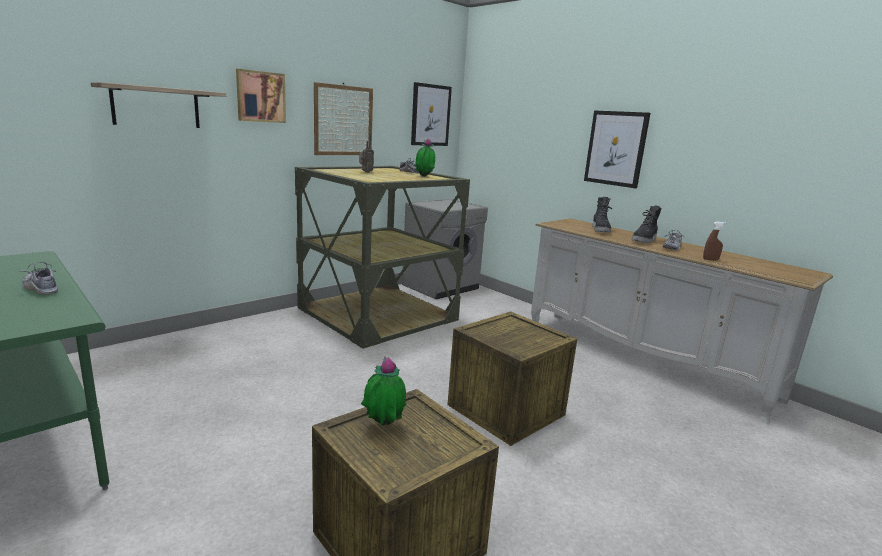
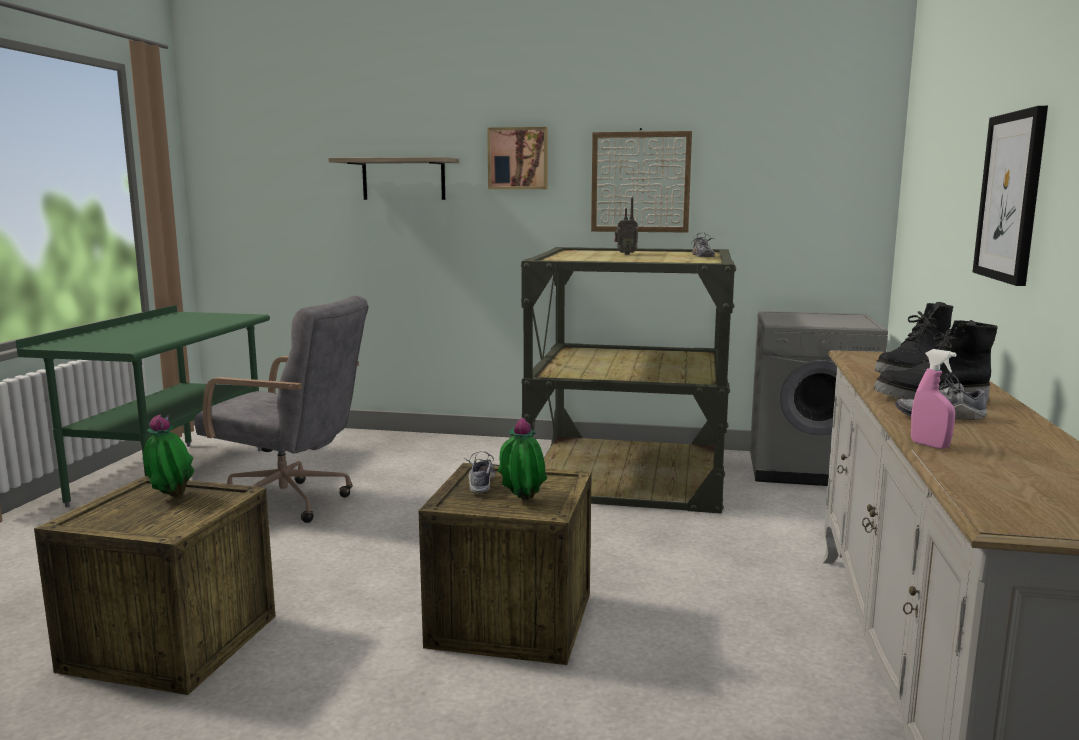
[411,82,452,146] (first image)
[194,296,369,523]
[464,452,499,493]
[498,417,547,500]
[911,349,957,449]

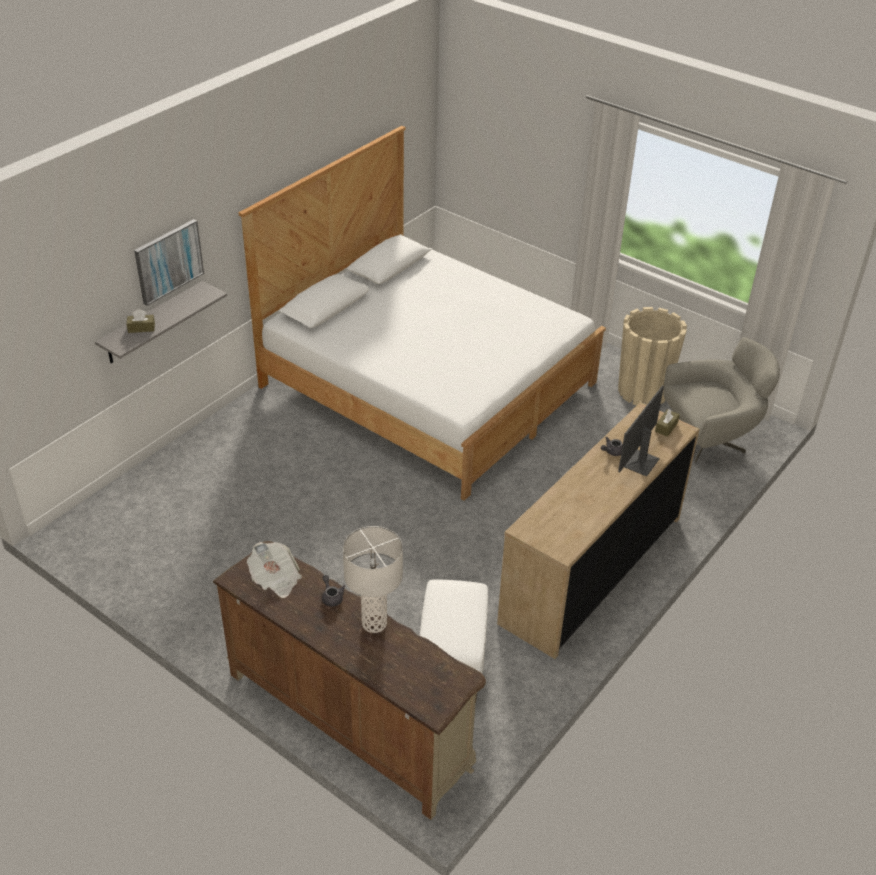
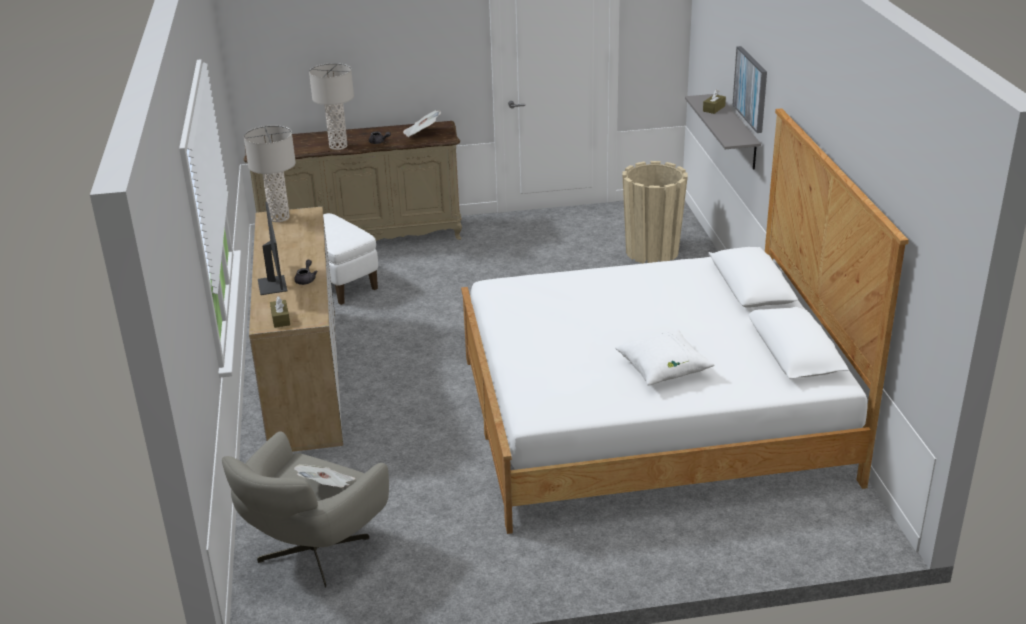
[244,125,296,222]
[294,464,355,488]
[615,330,714,386]
[622,161,688,264]

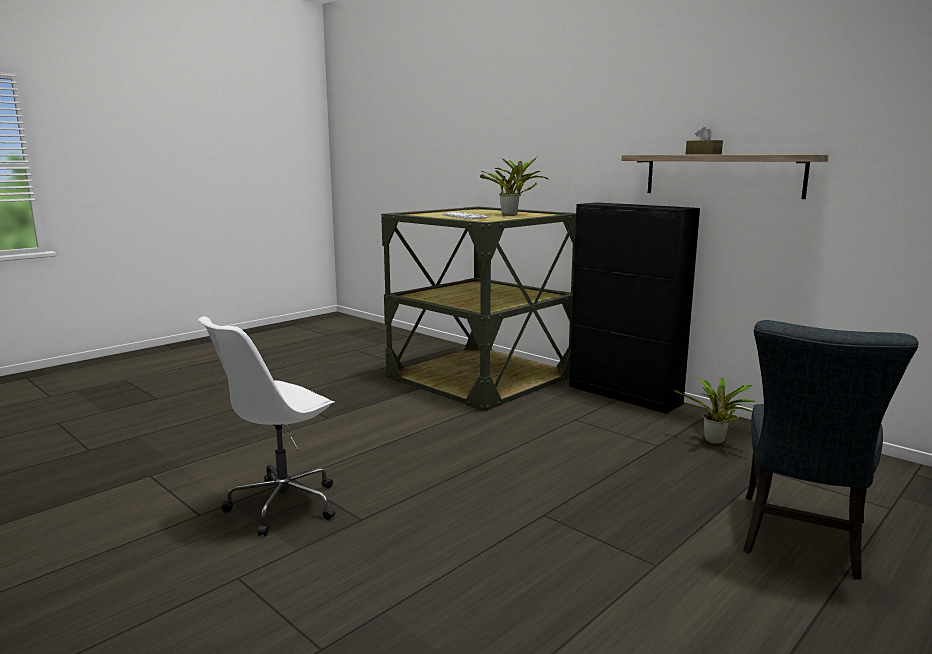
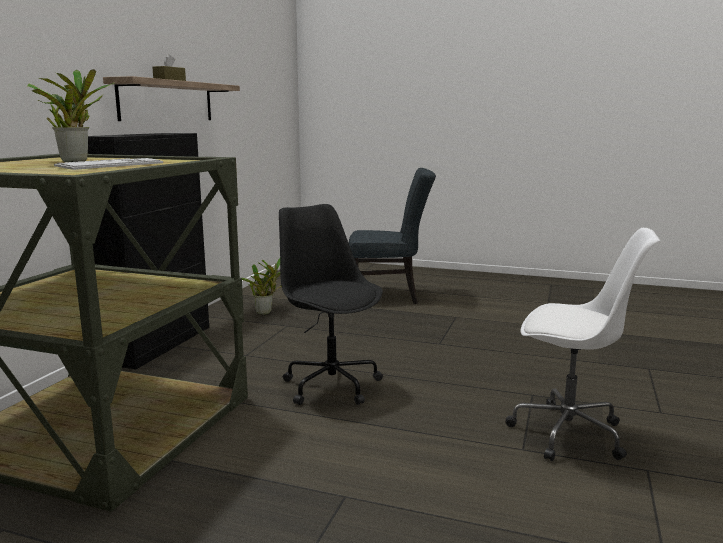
[279,204,383,405]

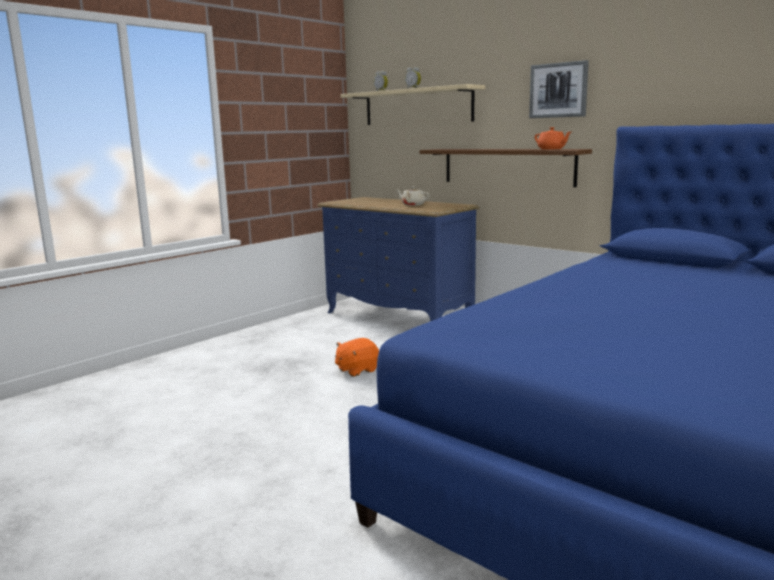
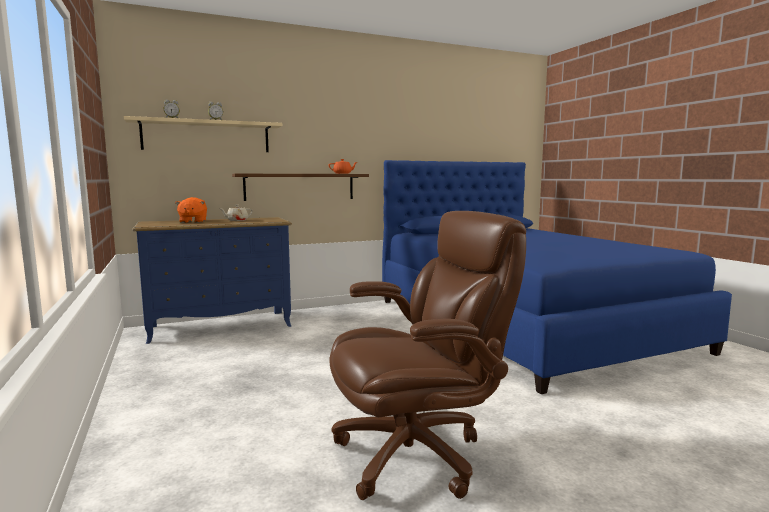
[529,60,589,118] (first image)
[329,211,526,500]
[175,197,207,223]

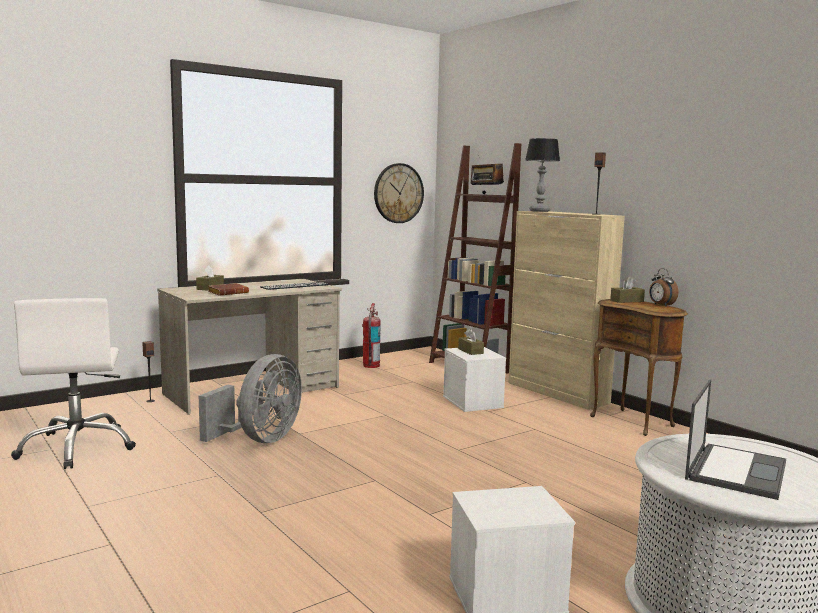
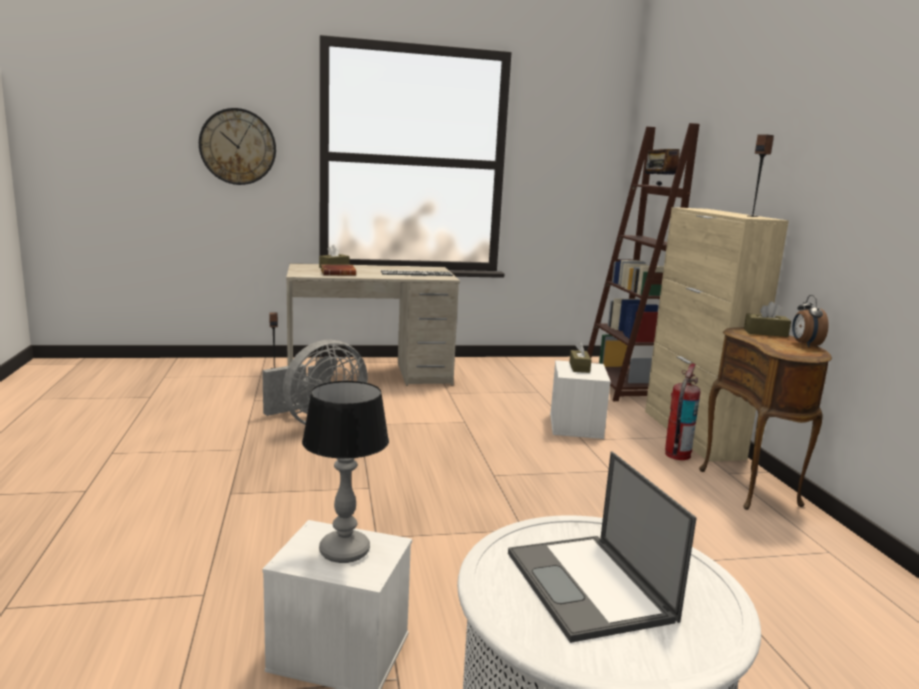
[11,298,136,469] (first image)
[665,363,701,460]
[199,108,276,185]
[302,381,389,563]
[508,452,697,643]

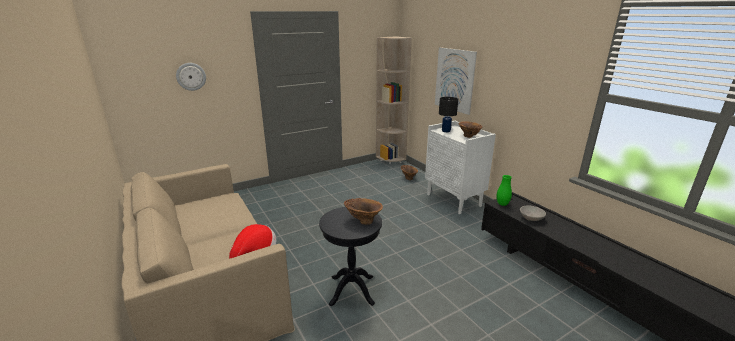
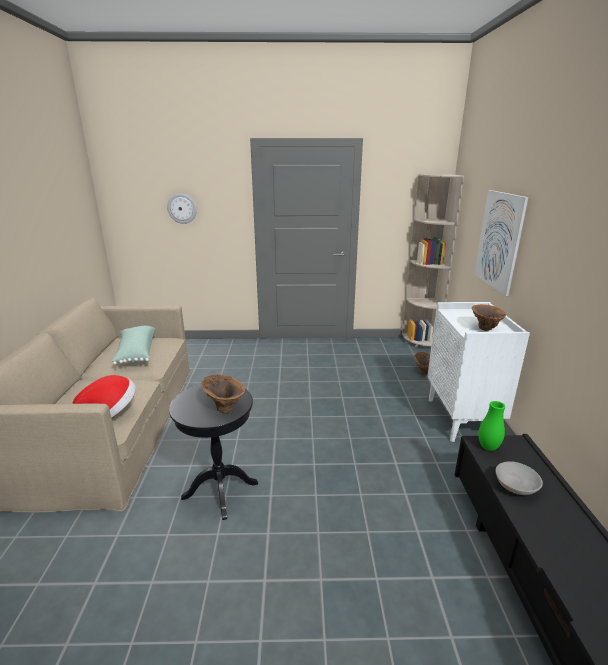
[439,97,458,132] (first image)
[111,326,156,365]

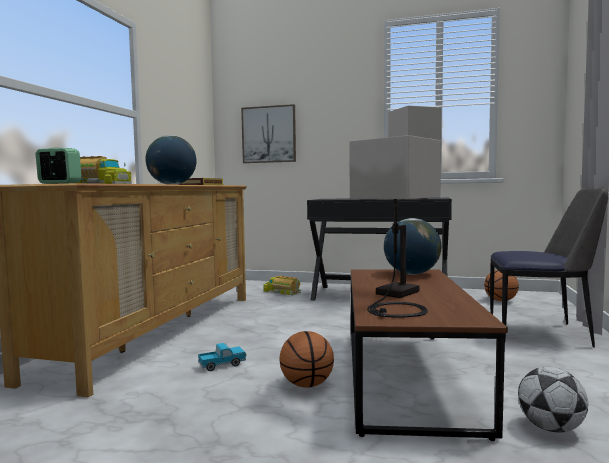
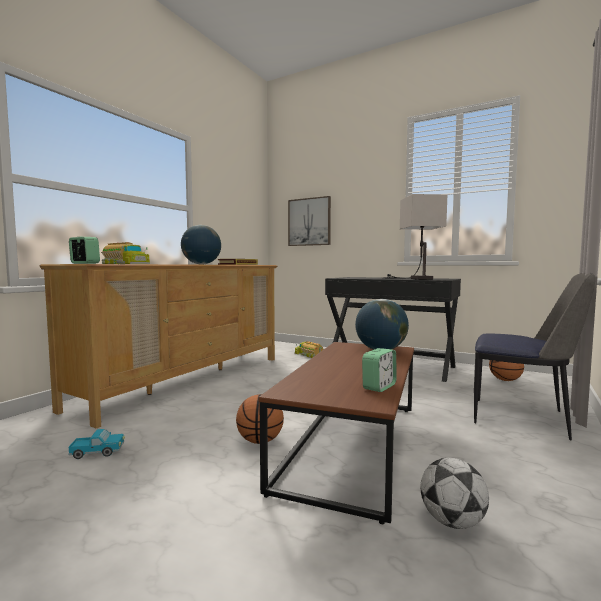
[349,135,441,318] (first image)
[362,348,397,392]
[68,429,125,459]

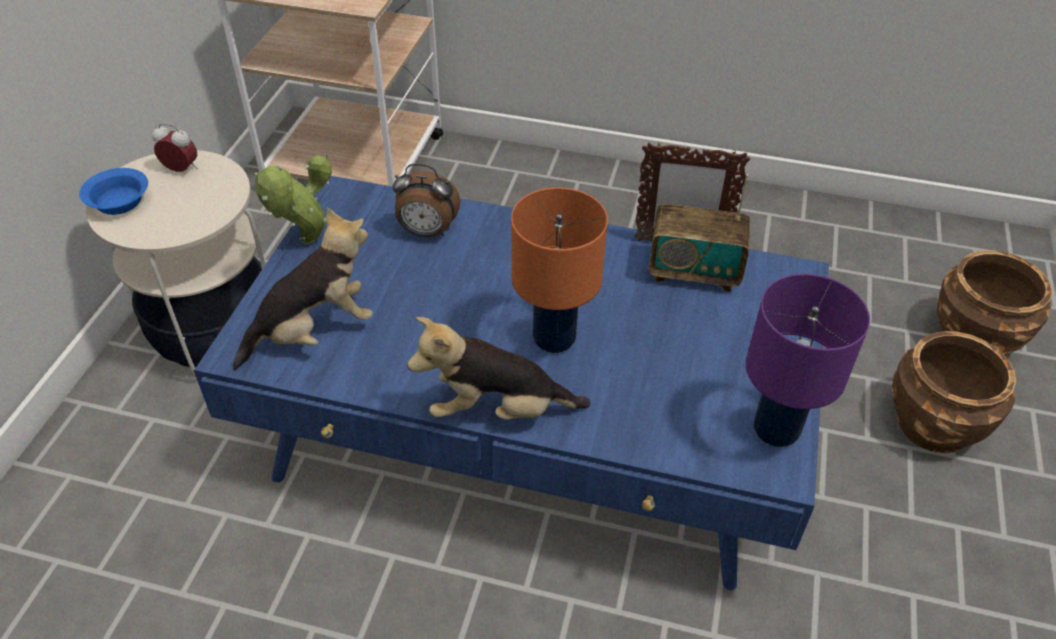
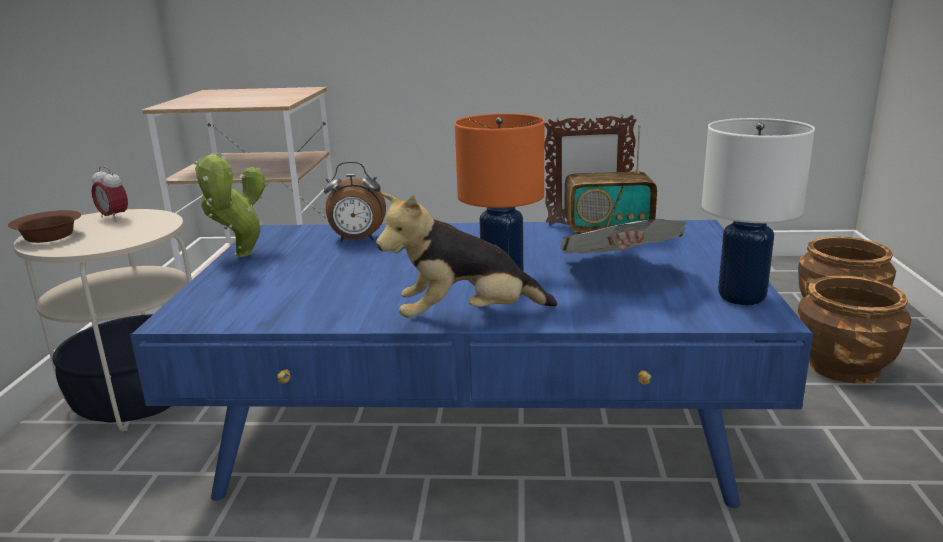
[233,207,373,370] (first image)
[560,219,687,253]
[8,210,81,243]
[701,118,815,305]
[91,166,128,221]

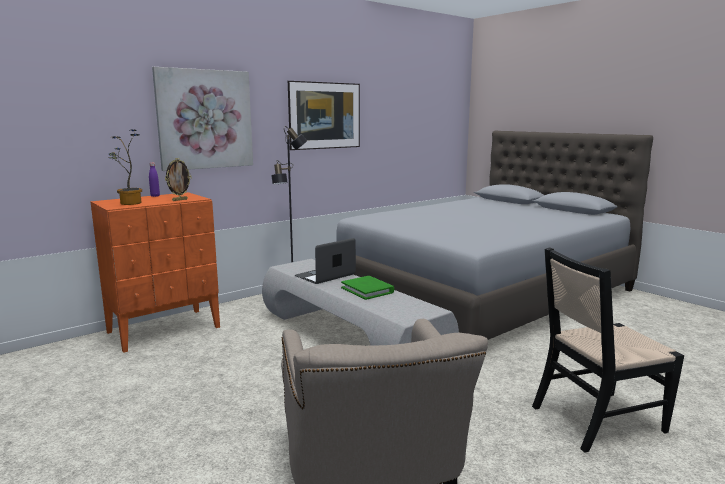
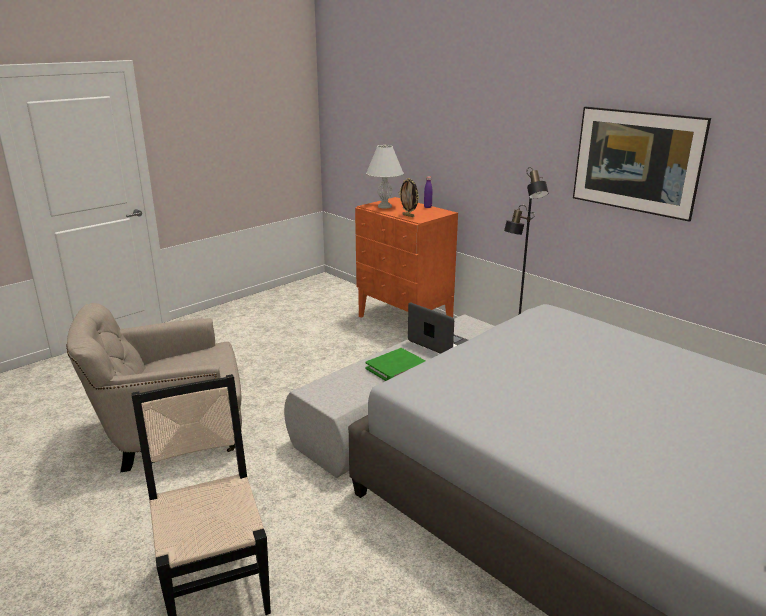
[152,67,253,171] (first image)
[366,145,404,209]

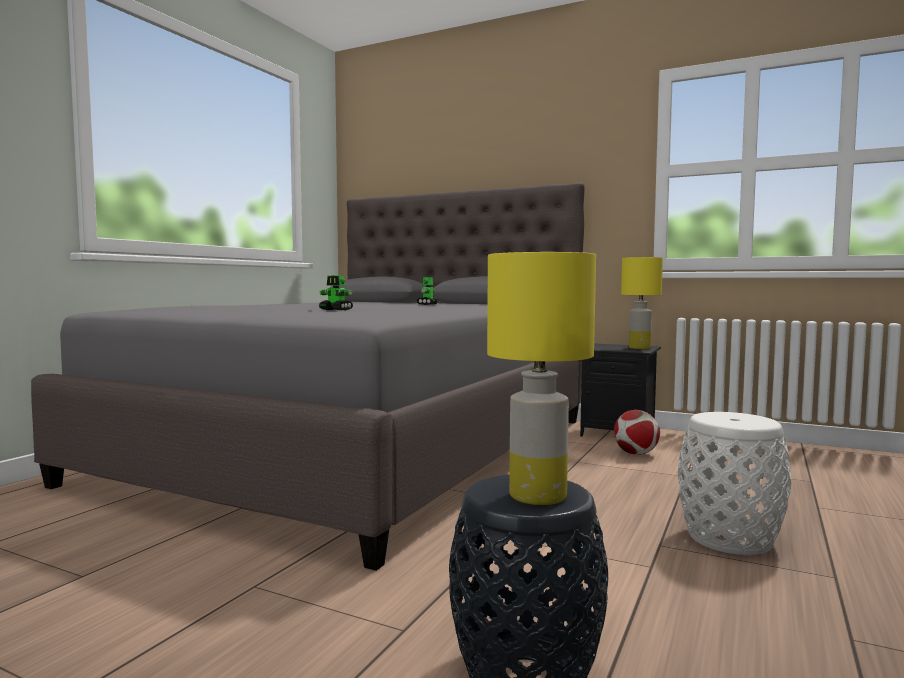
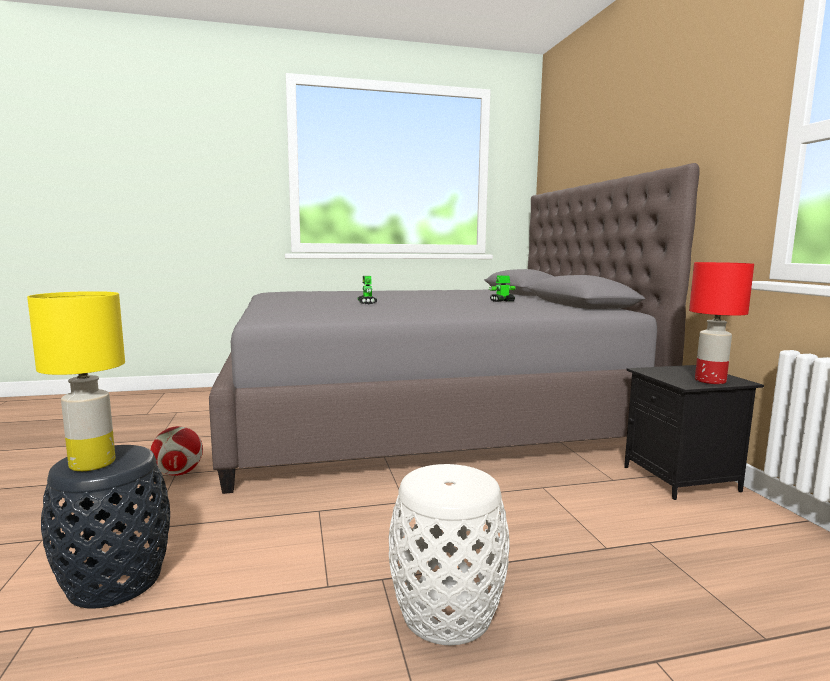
[151,426,203,476]
[689,262,754,384]

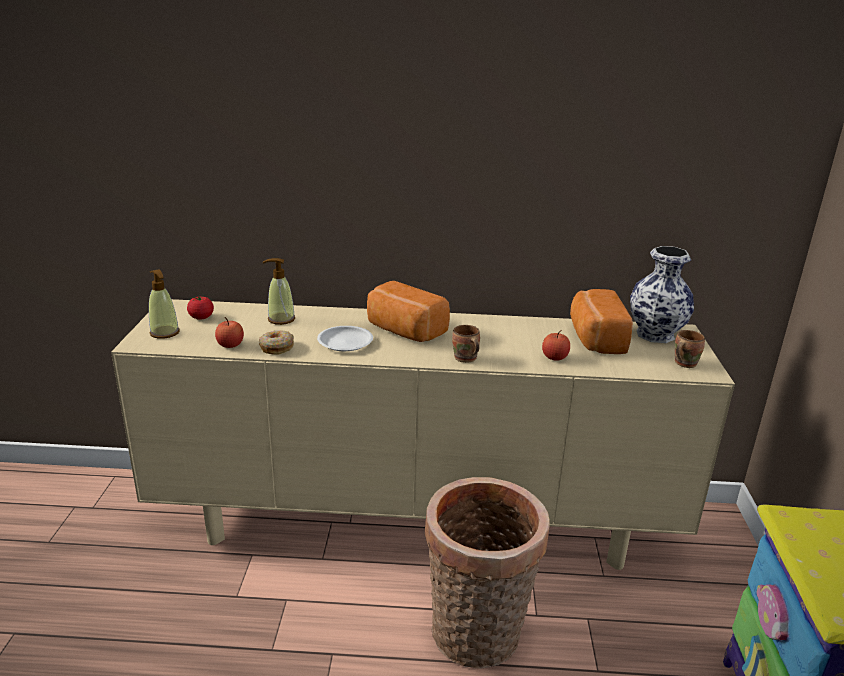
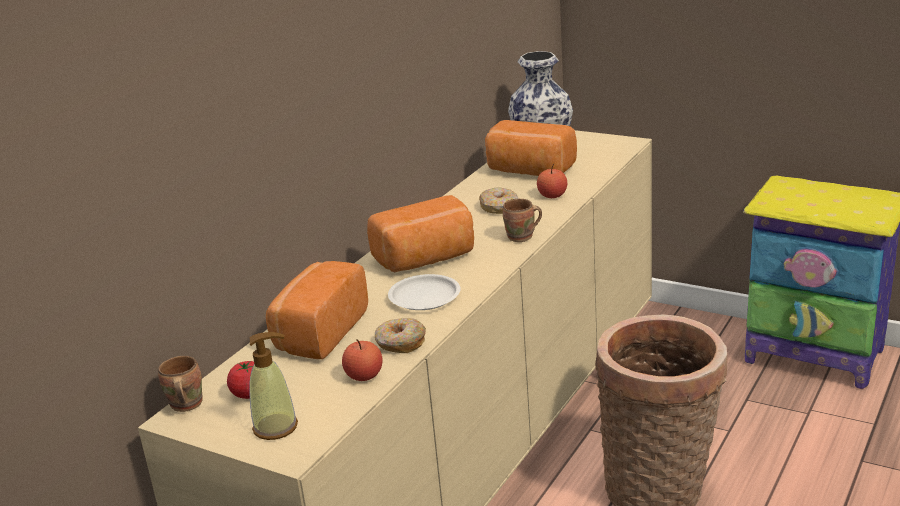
[479,187,518,214]
[158,356,203,412]
[266,261,368,359]

